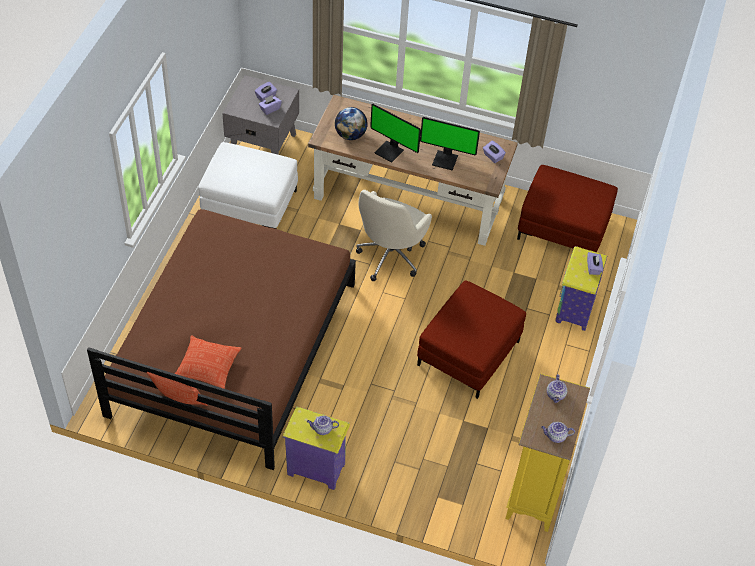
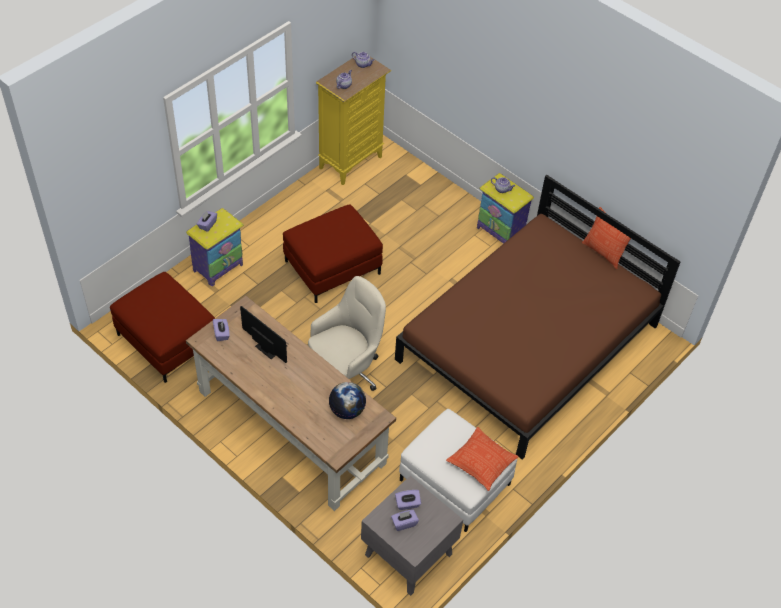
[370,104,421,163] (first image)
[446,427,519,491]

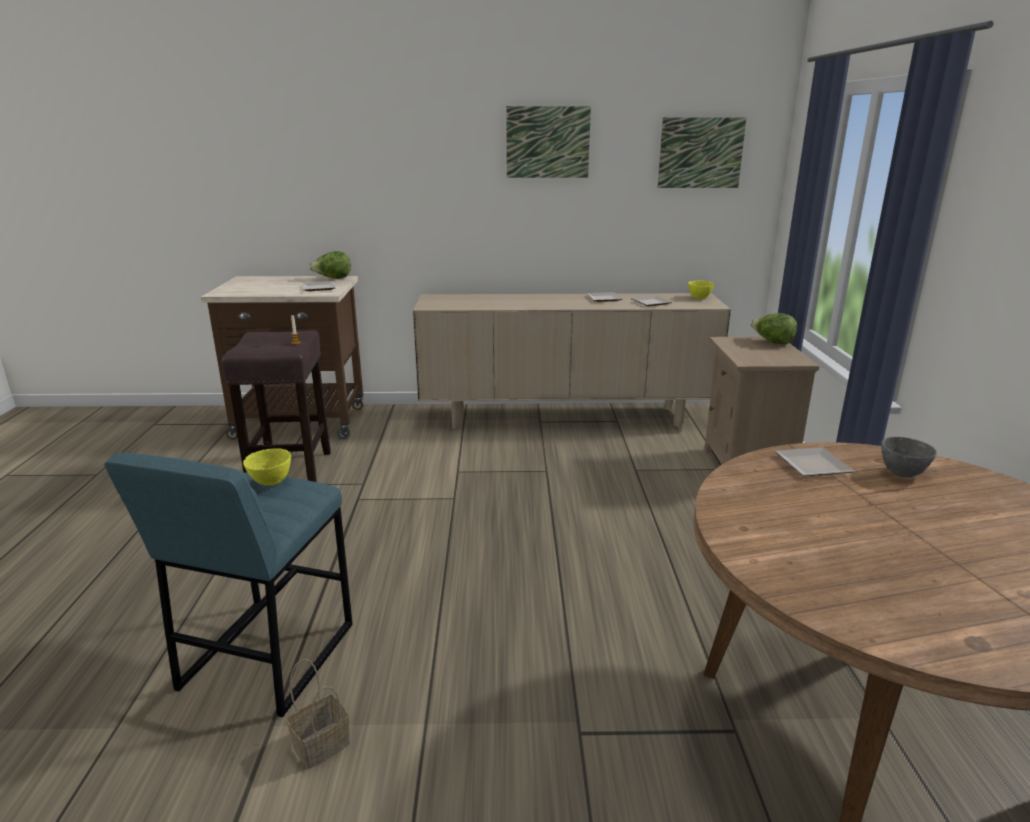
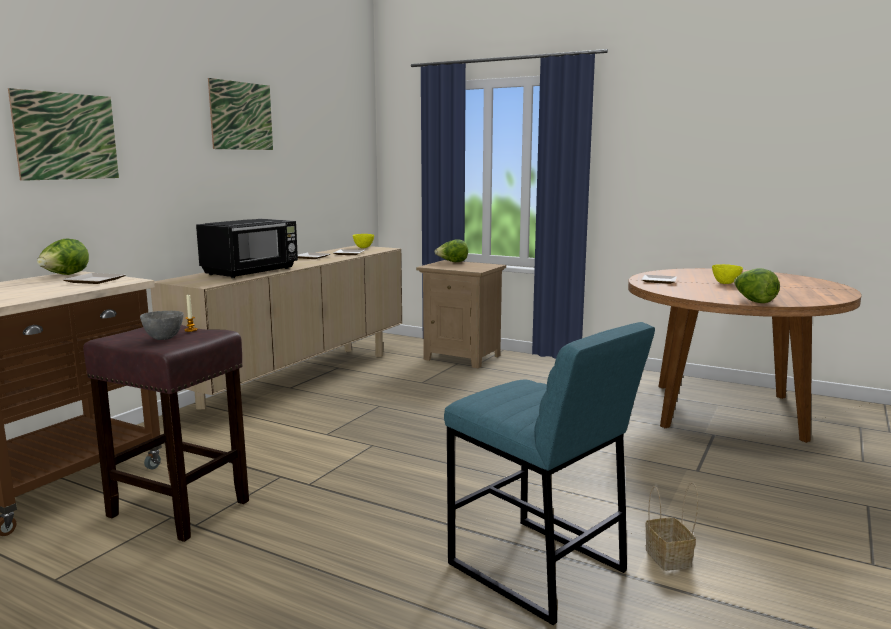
[196,219,298,278]
[734,268,780,303]
[712,264,743,284]
[8,88,119,181]
[140,311,184,340]

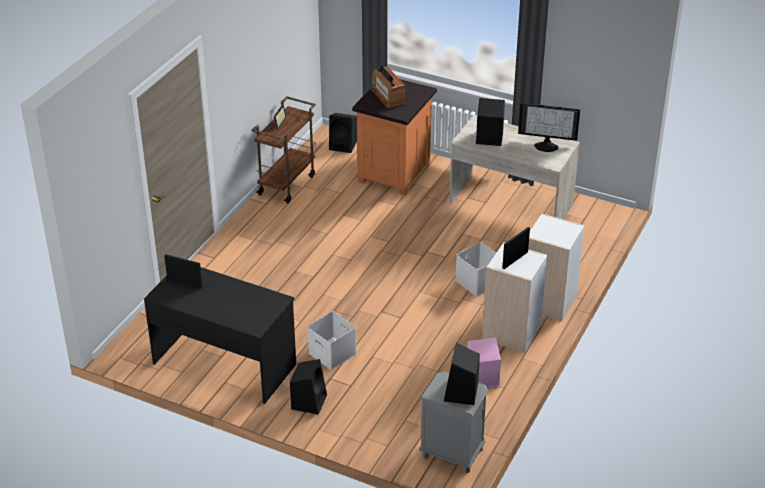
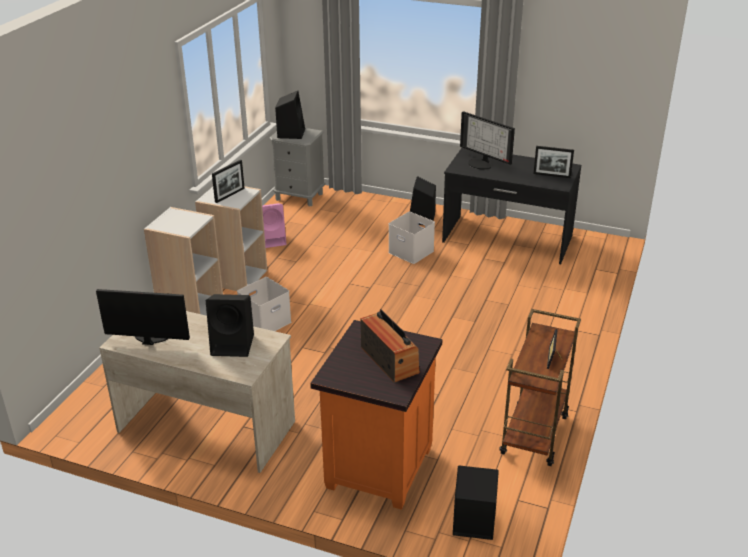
[460,111,515,169]

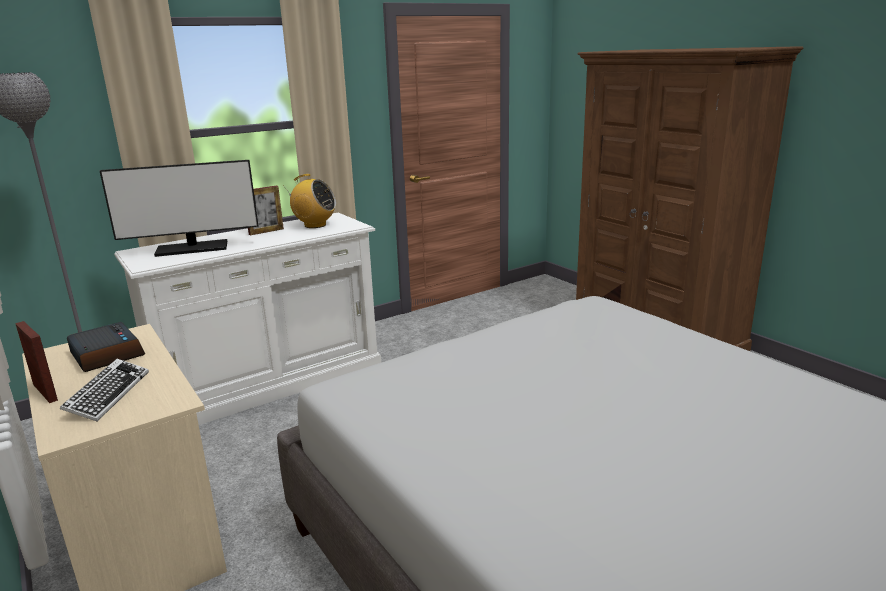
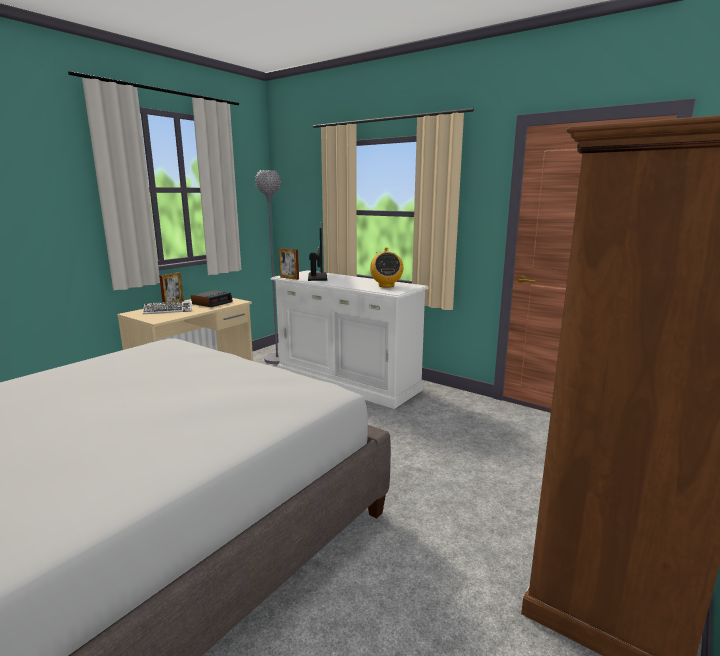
[279,248,299,280]
[308,223,327,281]

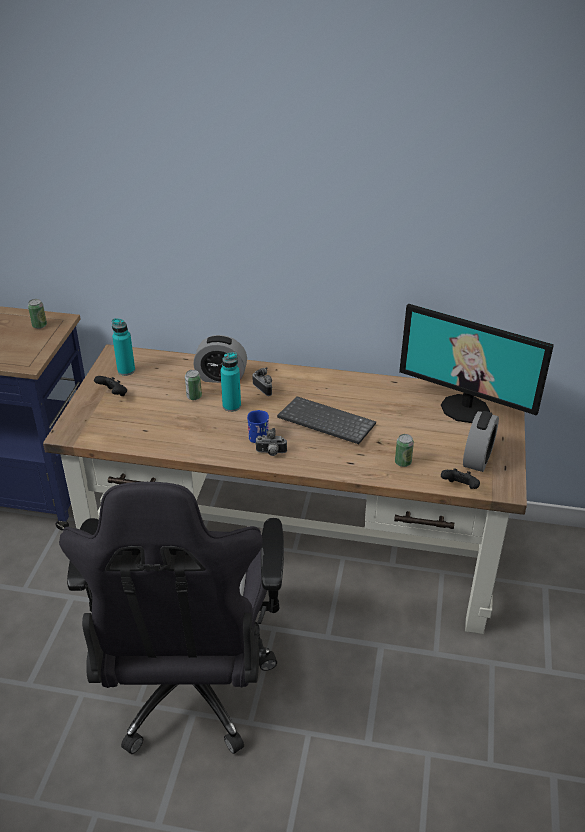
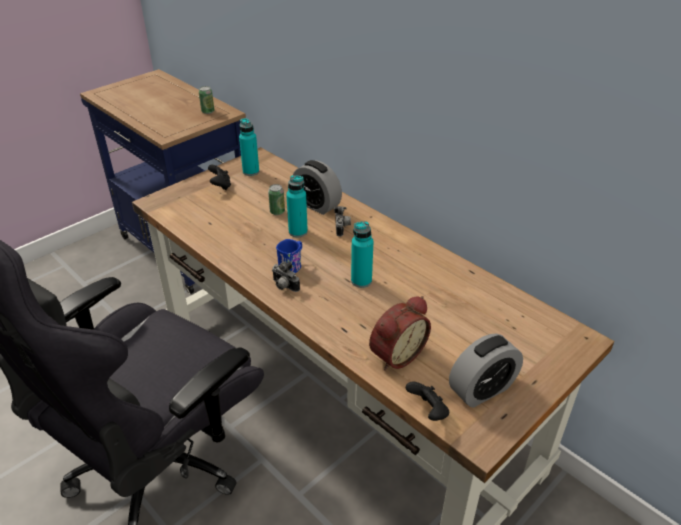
[399,304,554,423] (first image)
[351,221,373,288]
[369,296,431,371]

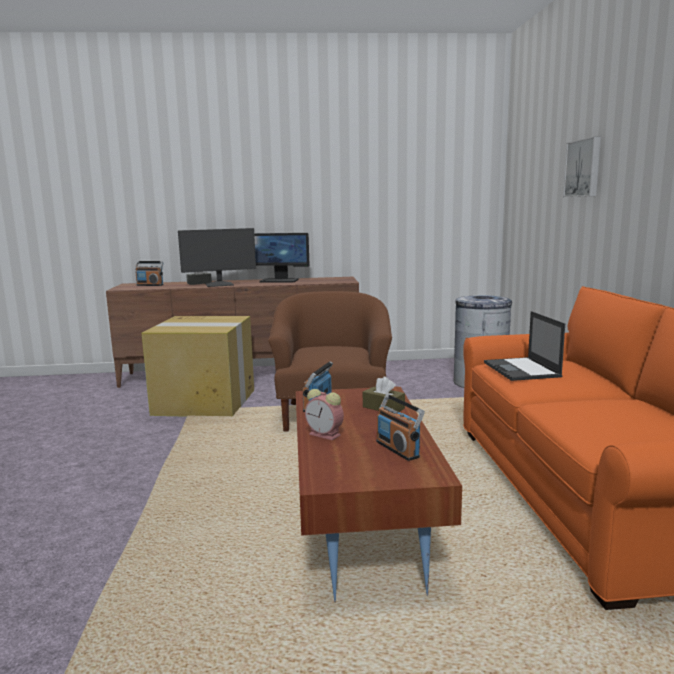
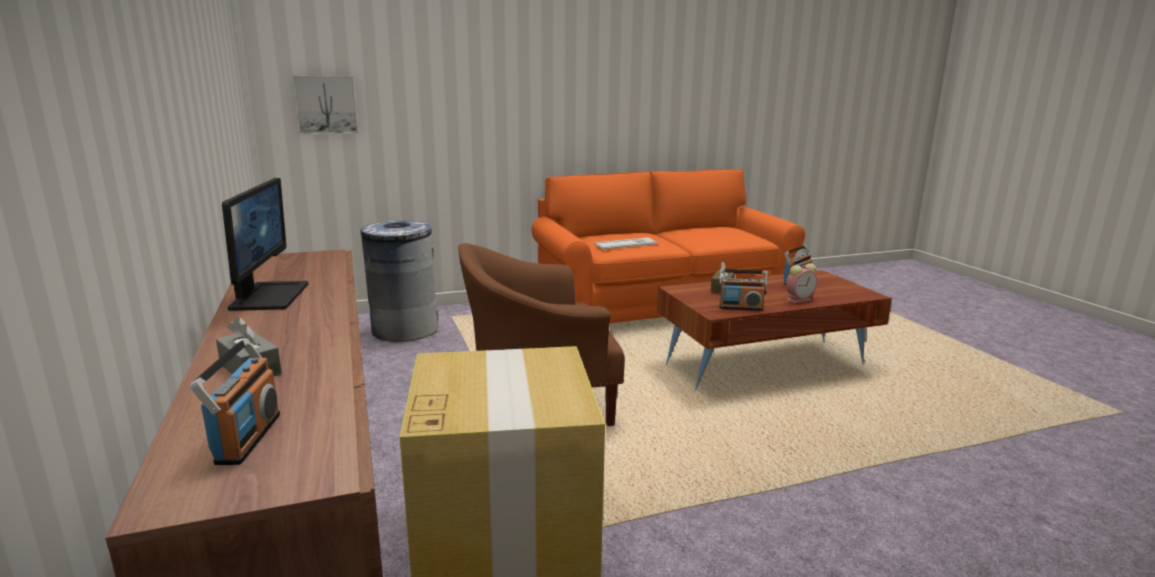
[178,228,256,287] (first image)
[292,75,359,135]
[594,237,658,250]
[786,263,817,303]

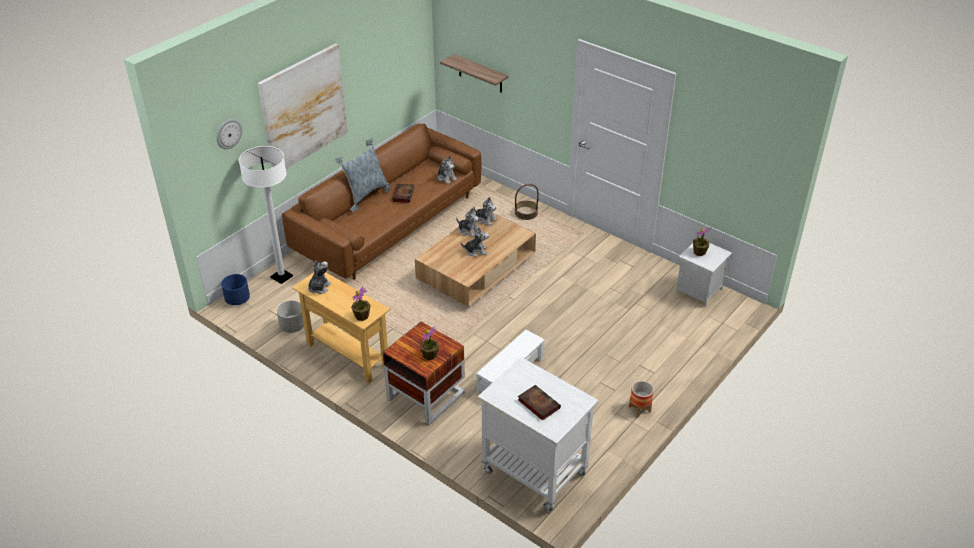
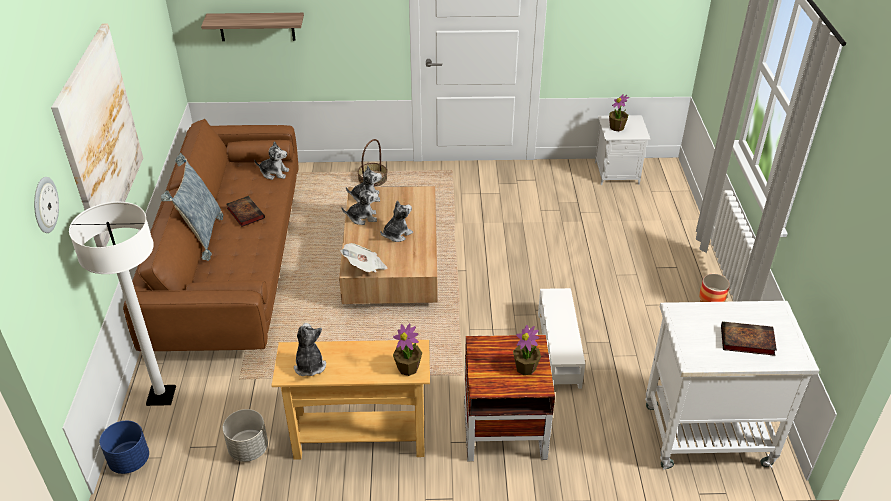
[340,243,388,272]

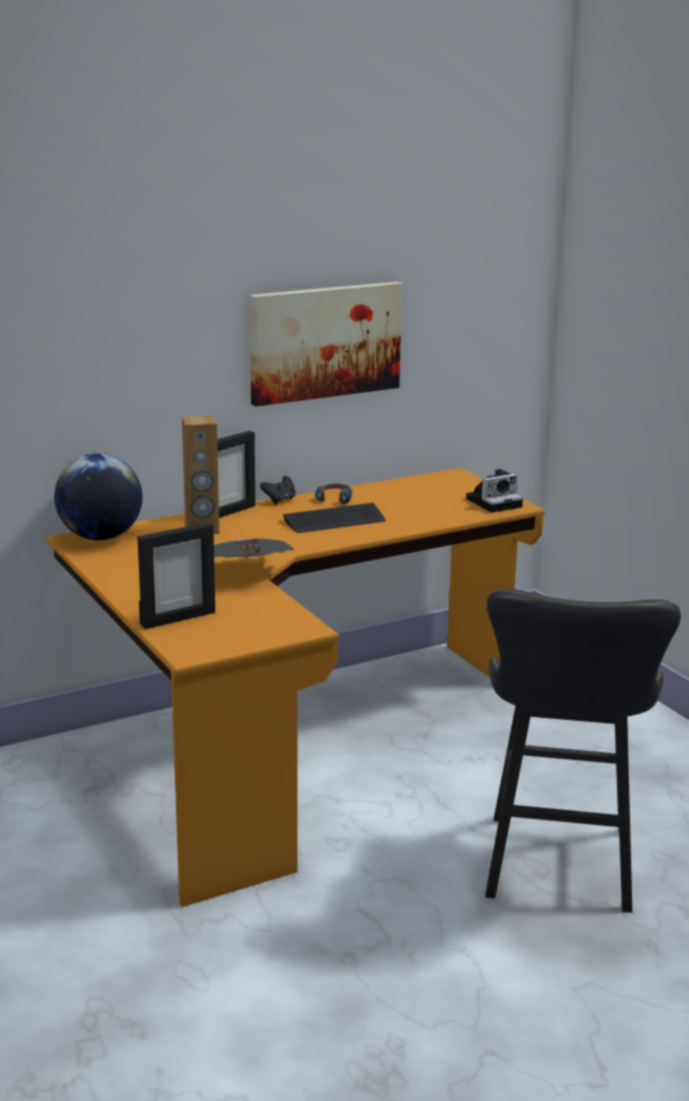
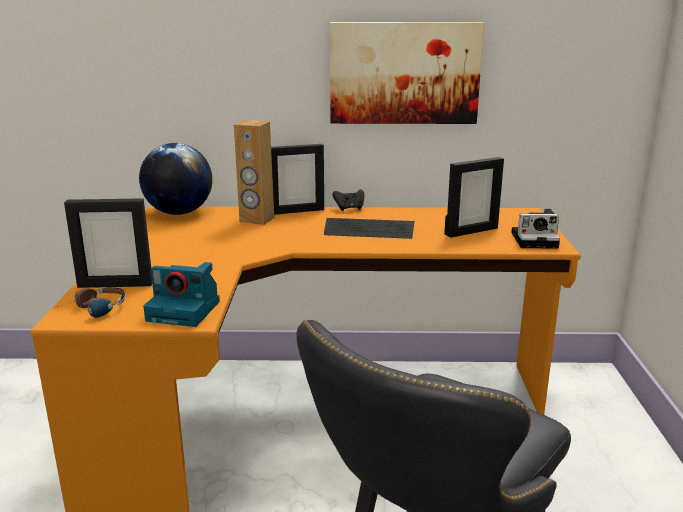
[214,539,294,558] (first image)
[143,262,220,327]
[444,157,504,238]
[54,287,126,318]

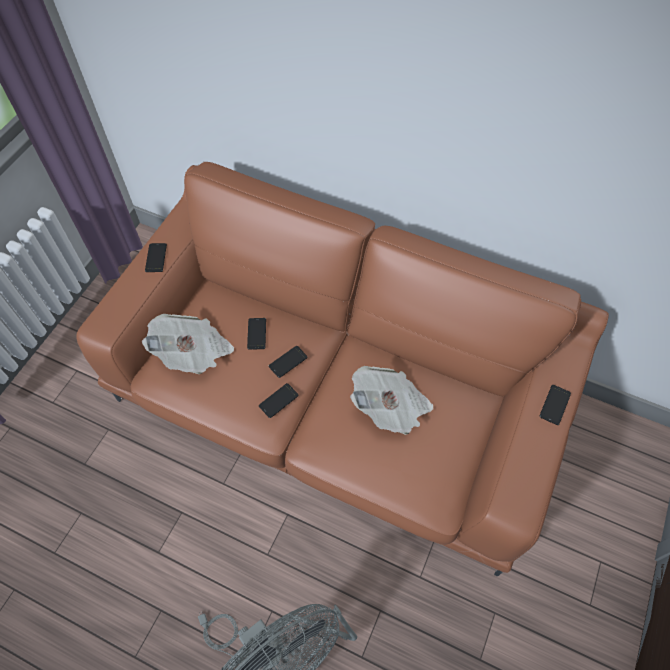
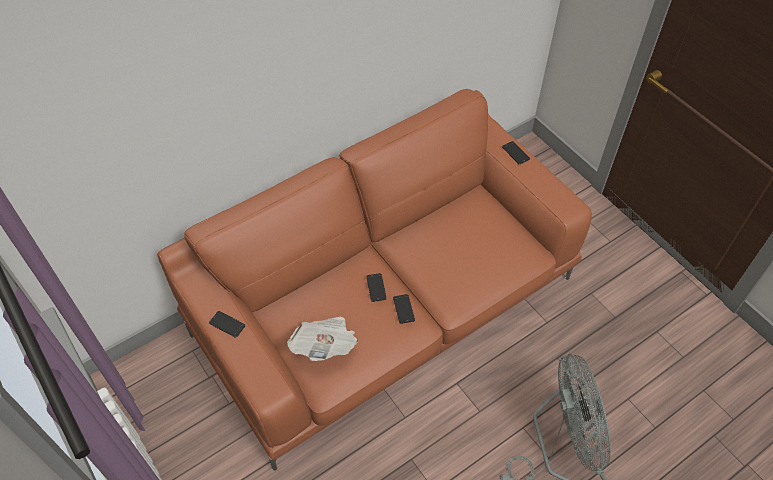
[247,318,266,350] (first image)
[350,366,434,435] (first image)

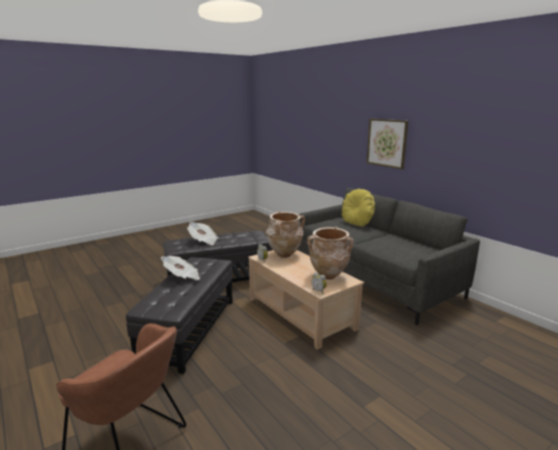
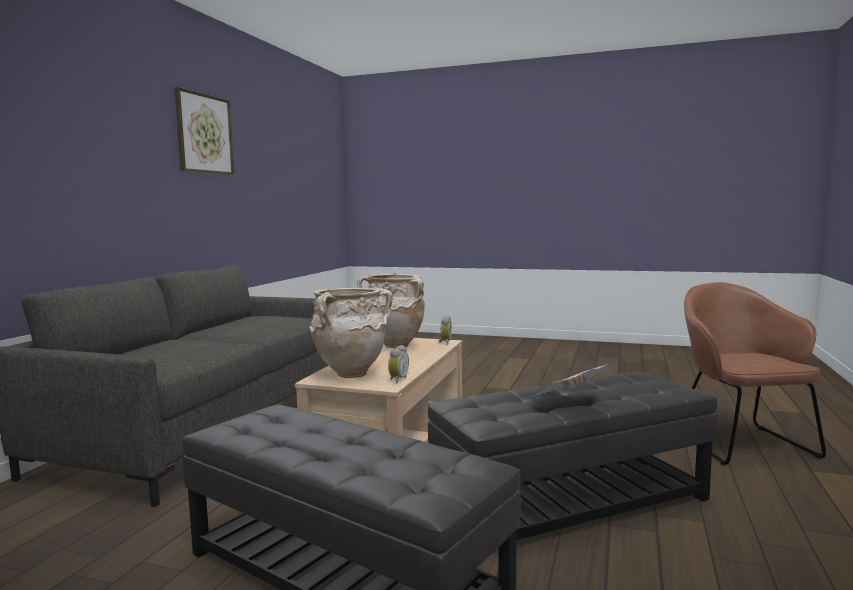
[187,222,219,245] (first image)
[342,189,375,227] (first image)
[174,87,234,175]

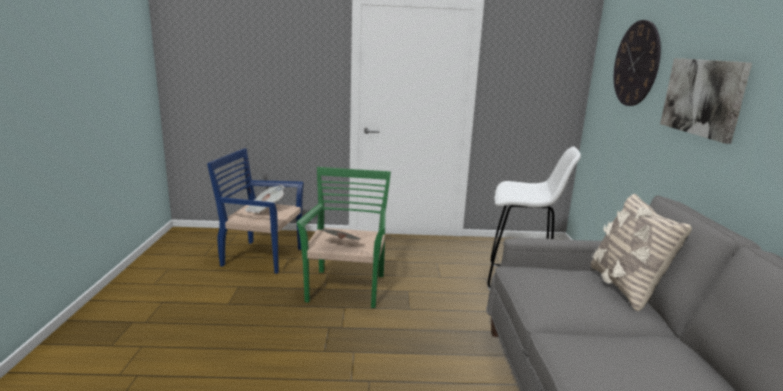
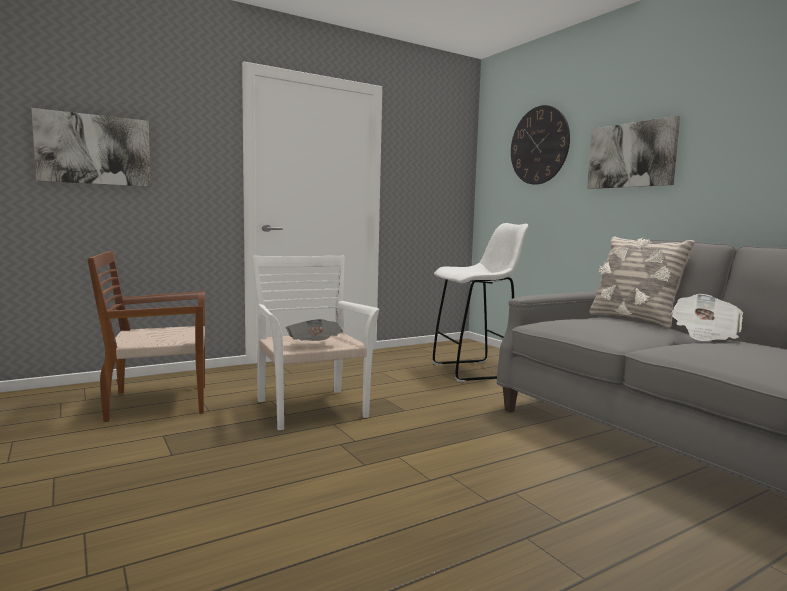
[31,108,151,187]
[671,294,743,341]
[87,251,205,423]
[252,256,379,430]

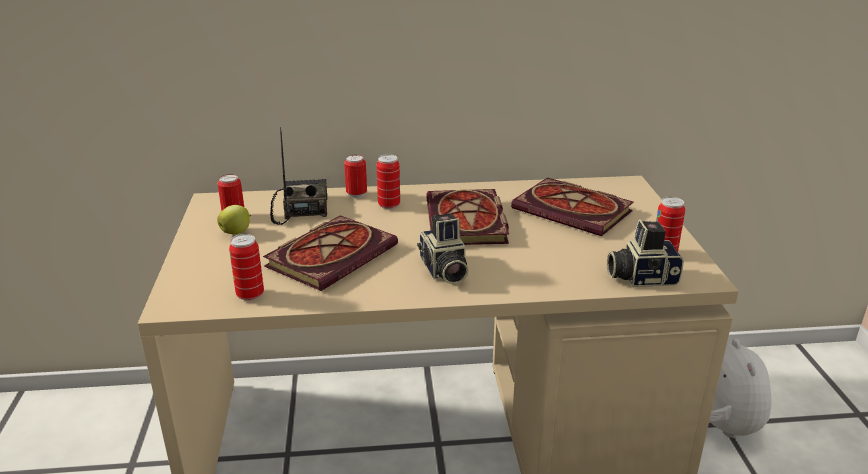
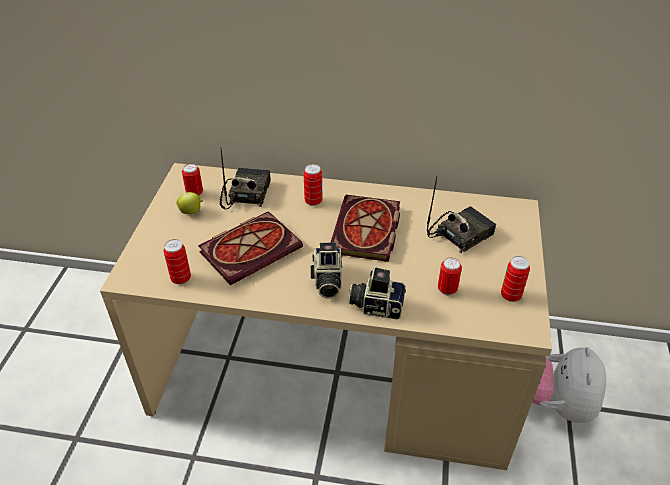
[438,258,462,296]
[348,266,406,319]
[427,177,496,253]

